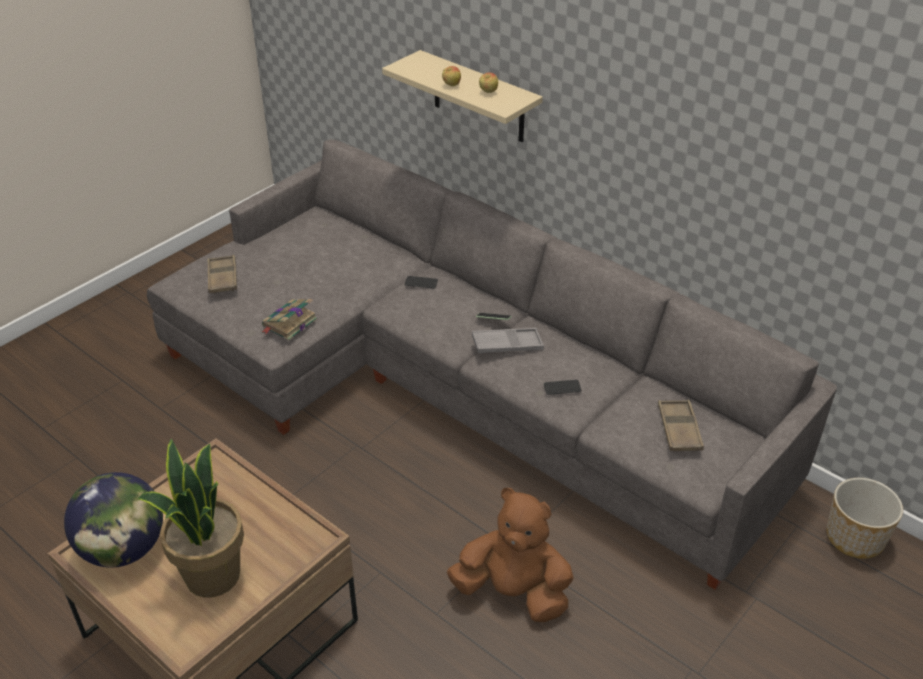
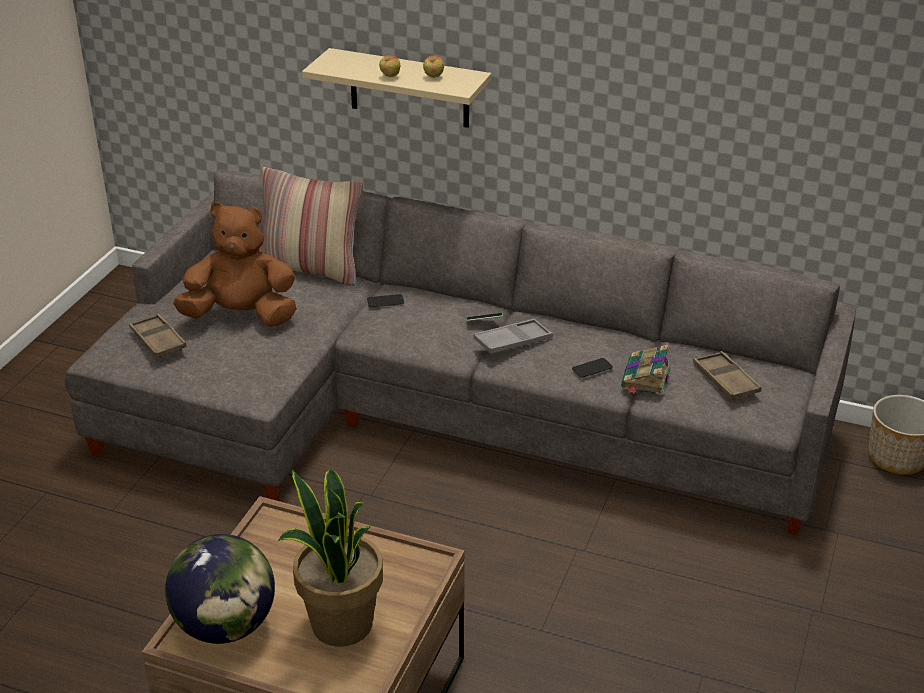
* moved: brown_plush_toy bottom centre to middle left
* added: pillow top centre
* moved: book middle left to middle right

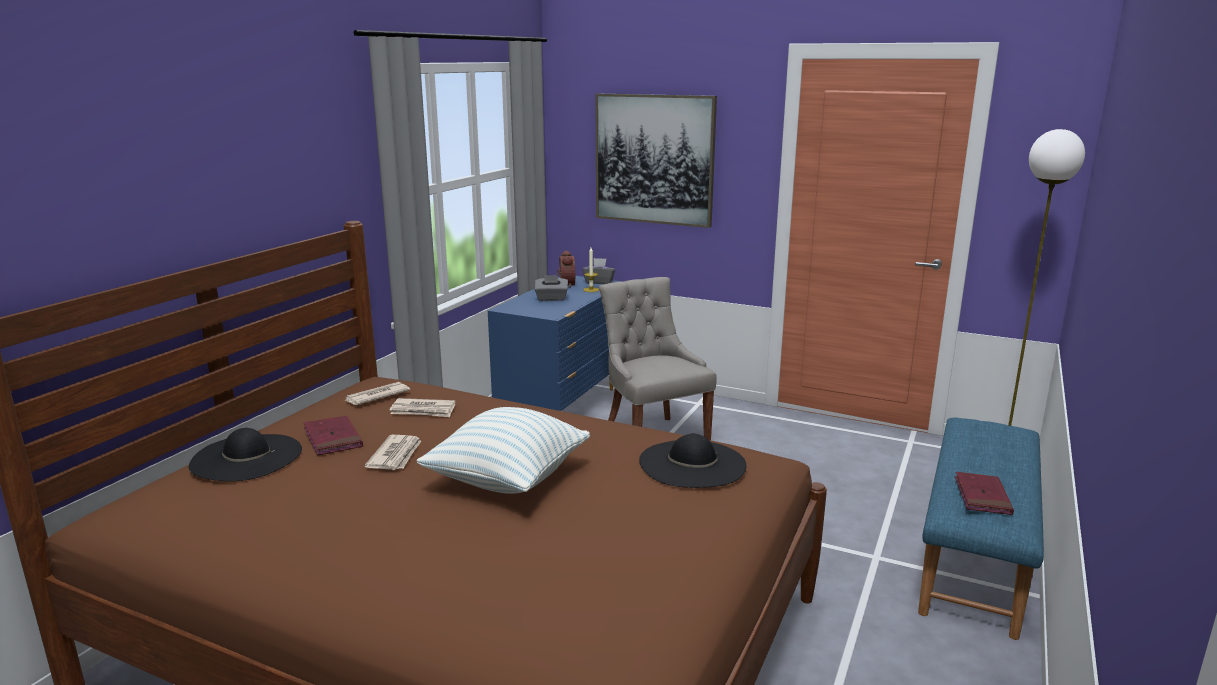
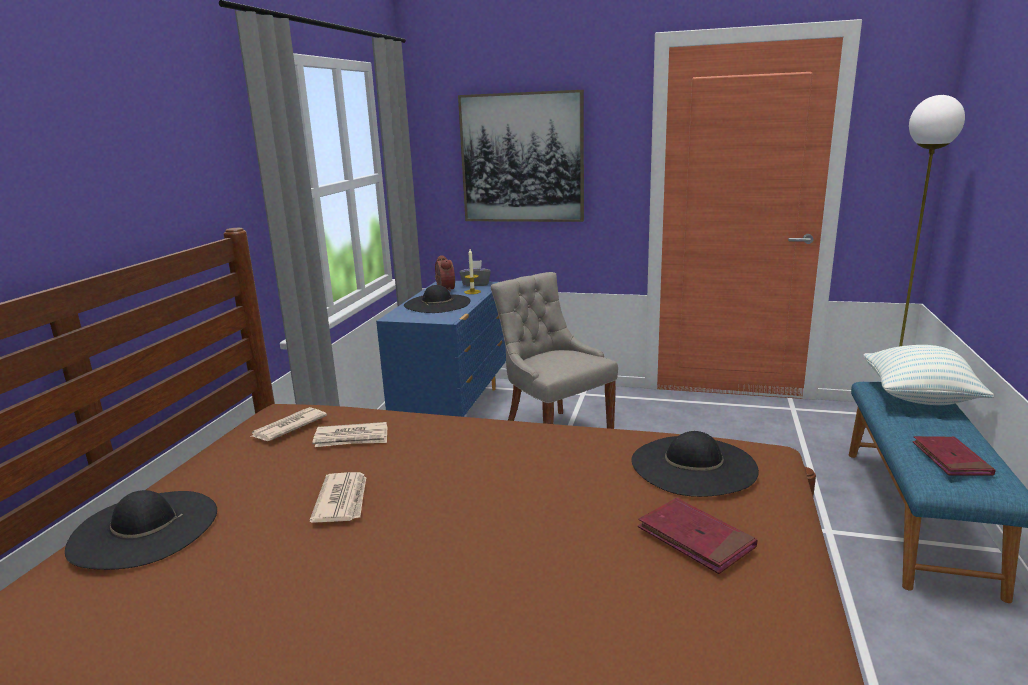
* replaced: grey_tissue_box (1st from left) centre to black_hat (2nd from left) centre
* moved: red_book (1st from left) middle left to bottom right
* moved: pillow centre to middle right

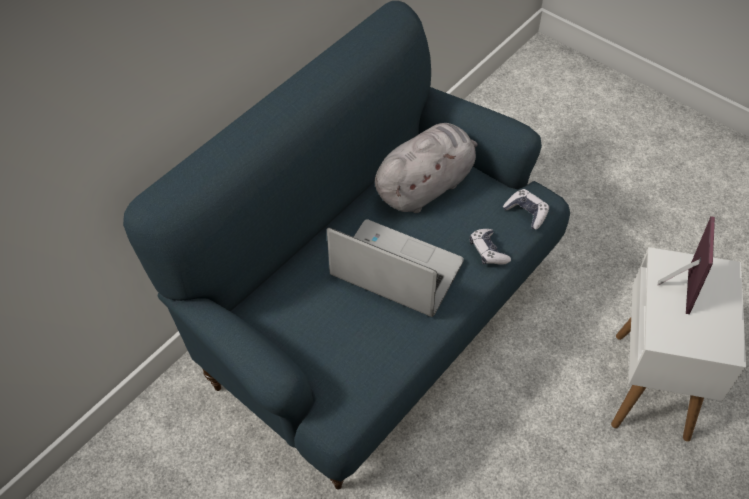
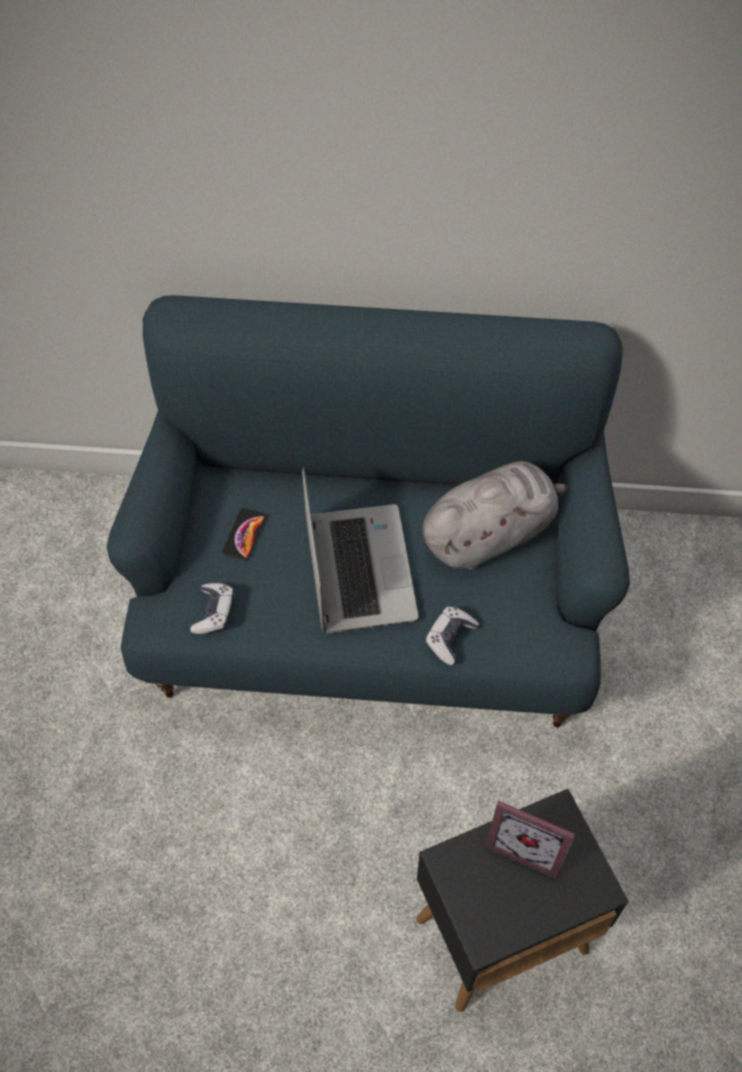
* moved: game_controller (2nd from left in the first image) middle right to game_controller (1st from left) middle left
* added: phone middle left
* recoloured: white_side_table bottom right to black_side_table bottom right
* turned: grey_plush_toy centre = middle right 45 degrees counterclockwise
* turned: picture_frame middle right = bottom right 45 degrees clockwise

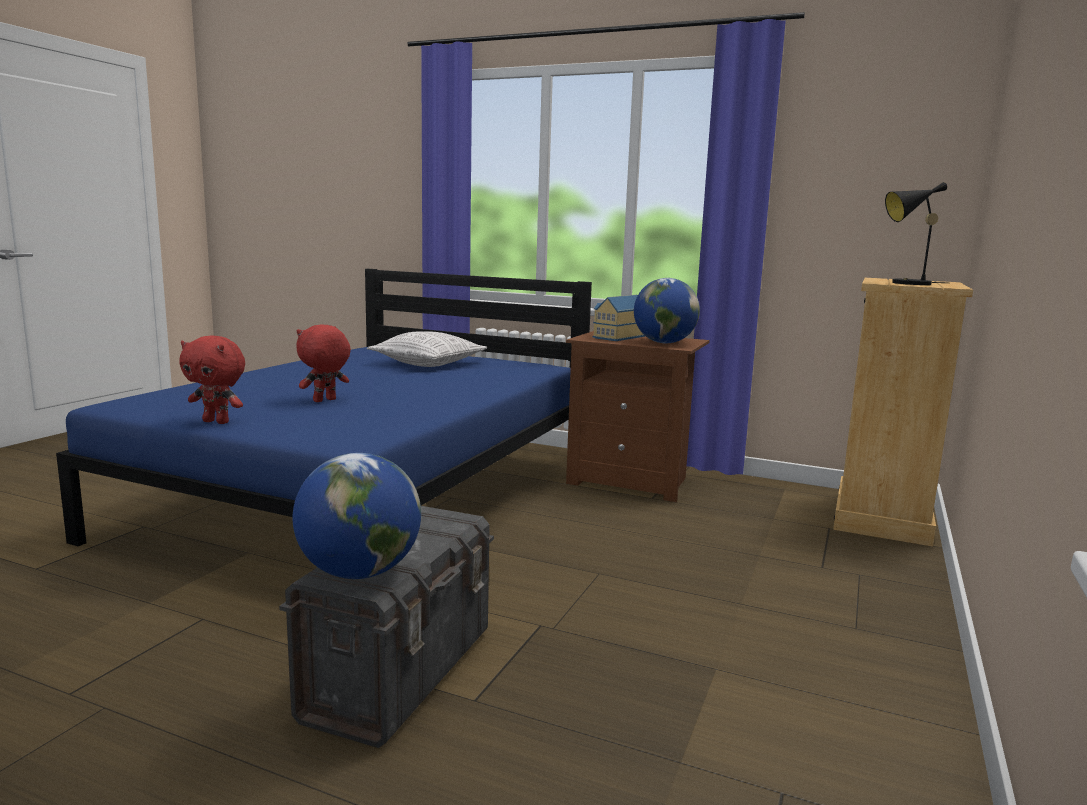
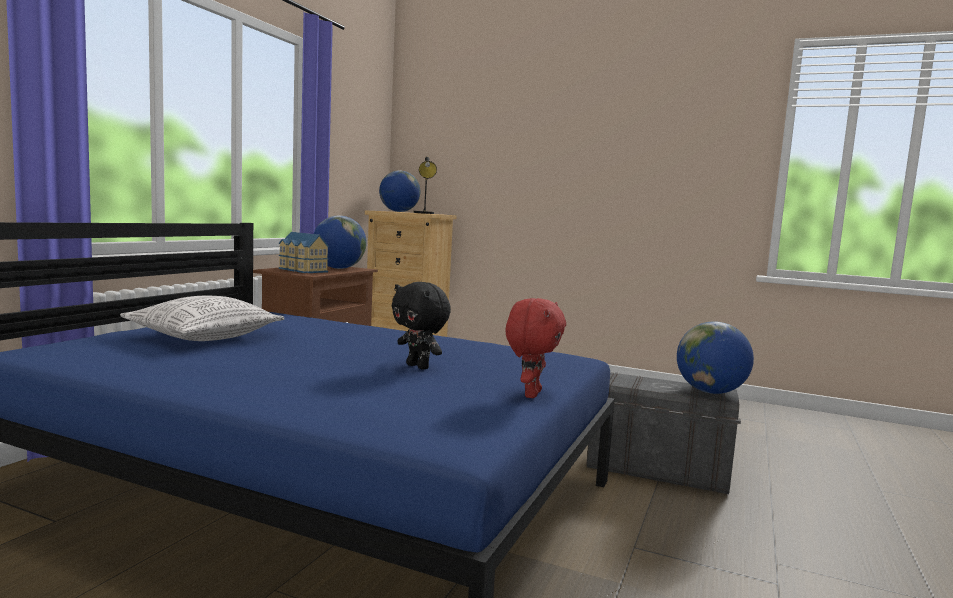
* added: globe (2nd from left) top centre
* recoloured: red_plush_toy (2nd from left) middle left to black_plush_toy centre

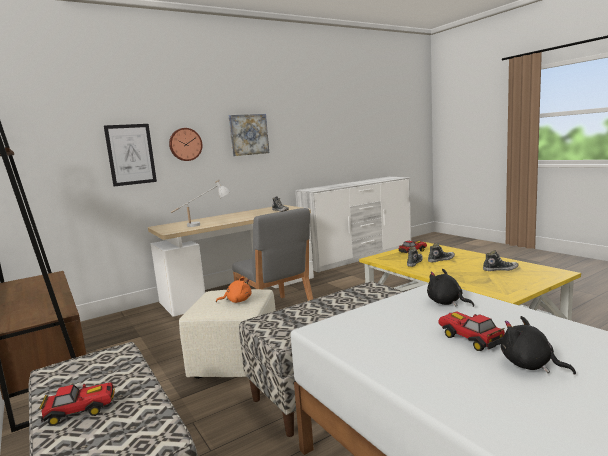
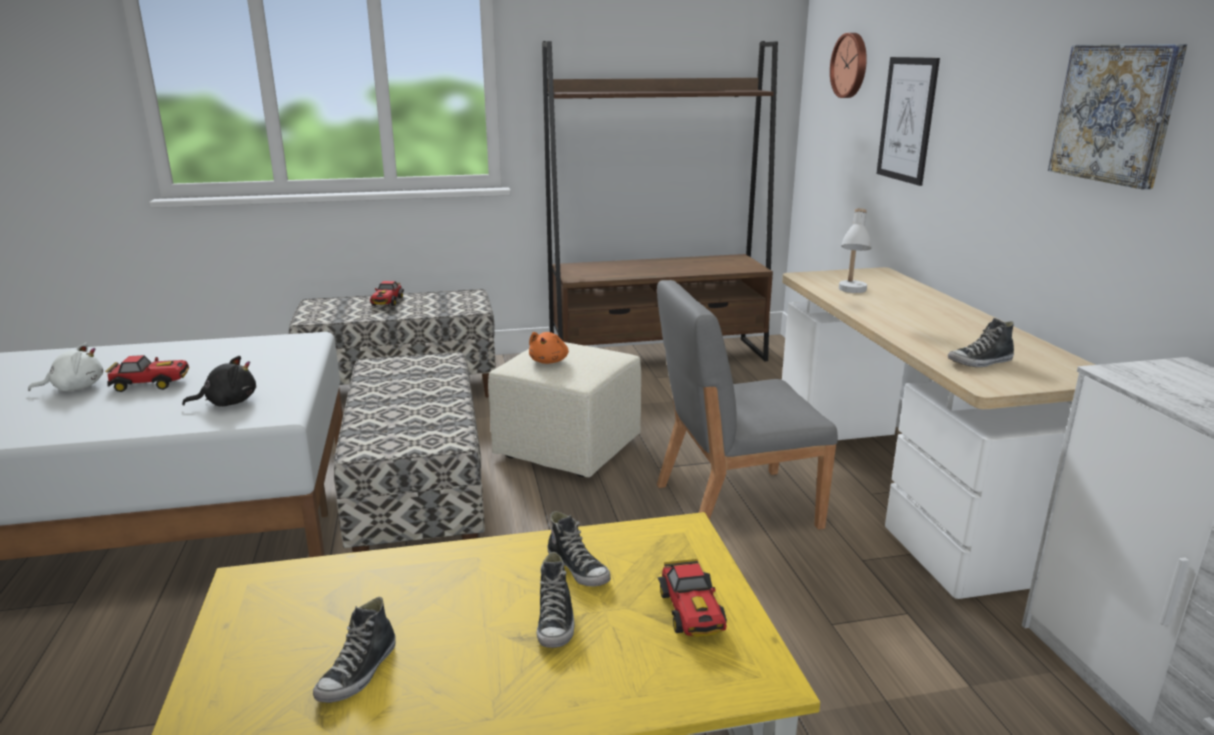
* recoloured: black_plush_toy (2nd from left) bottom right to white_plush_toy middle left
* moved: wall_clock top left to top right

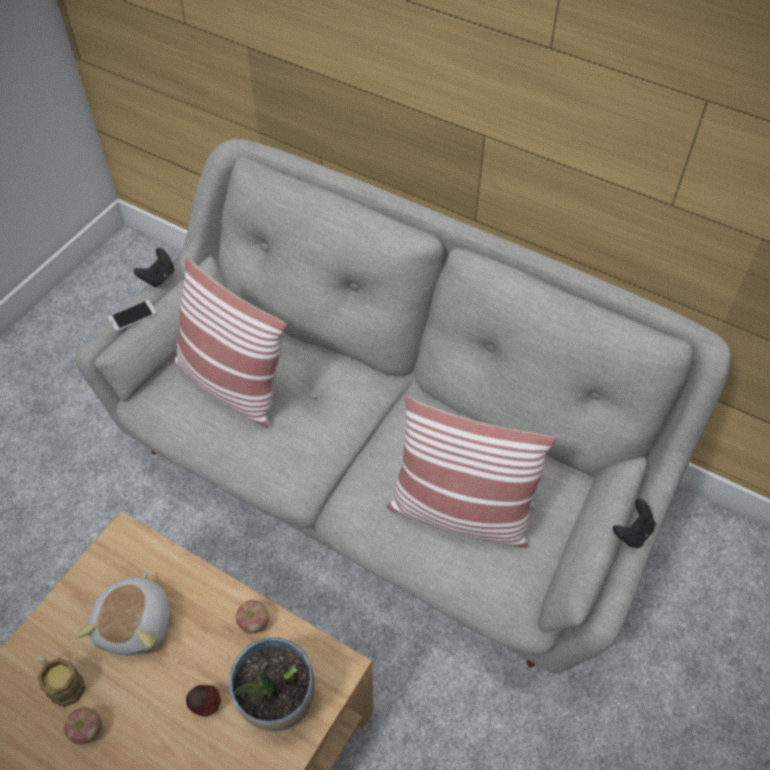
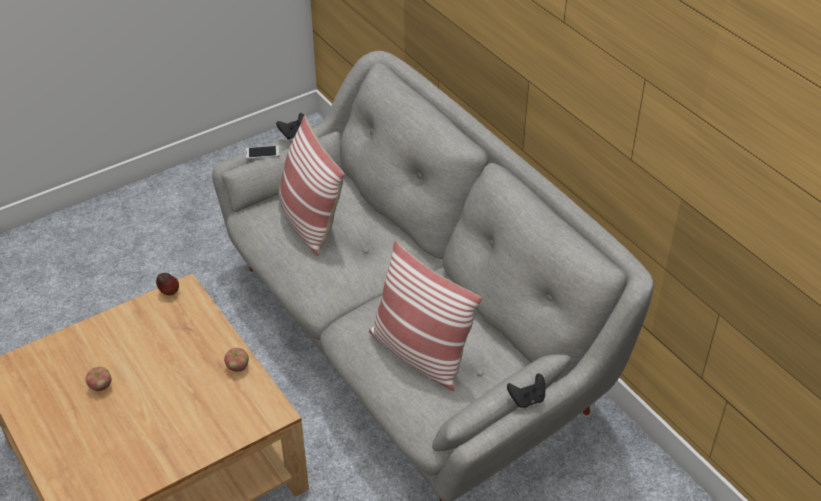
* moved: apple (2nd from left) bottom left to middle left
* removed: mug bottom left
* removed: plush_toy bottom left
* removed: potted_plant bottom centre

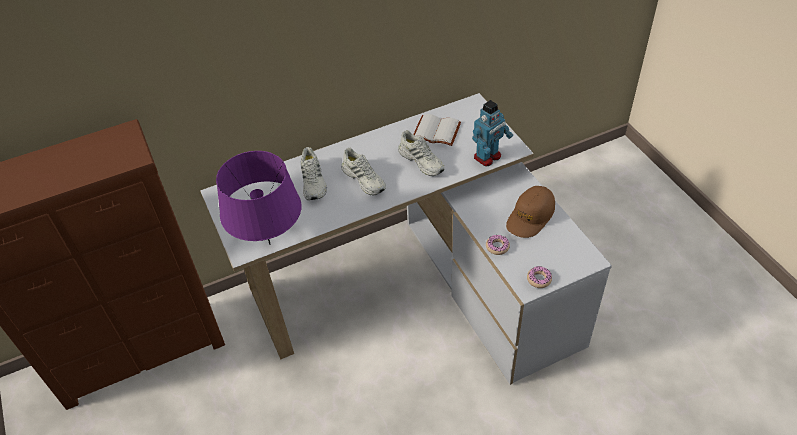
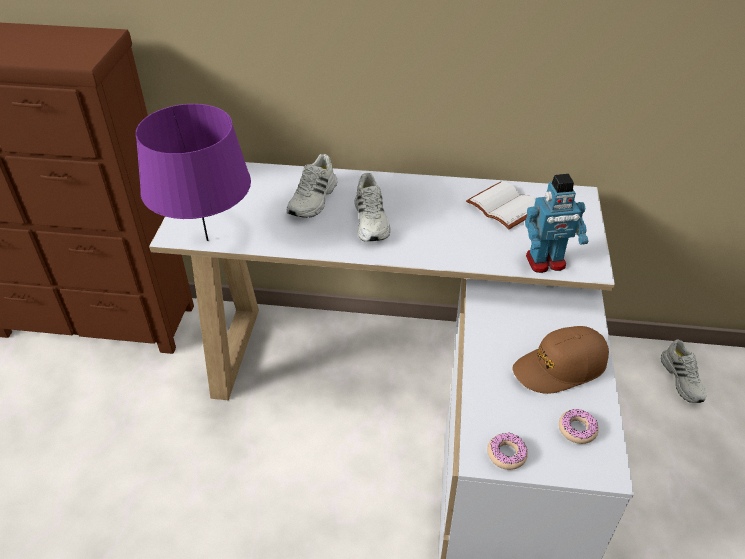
* moved: donut (1st from left in the first image) centre to donut (2nd from left) bottom right
* moved: white_shoe (3rd from left) centre to middle right

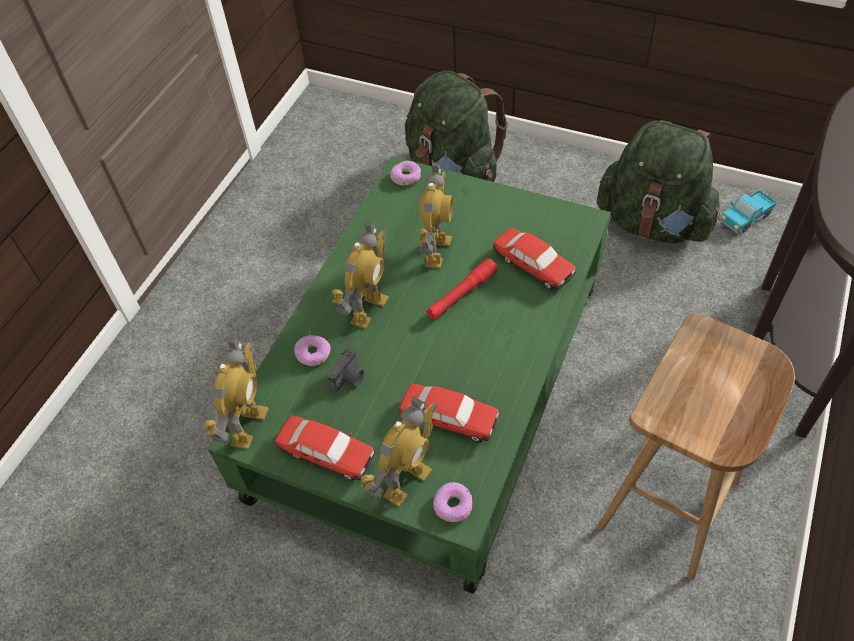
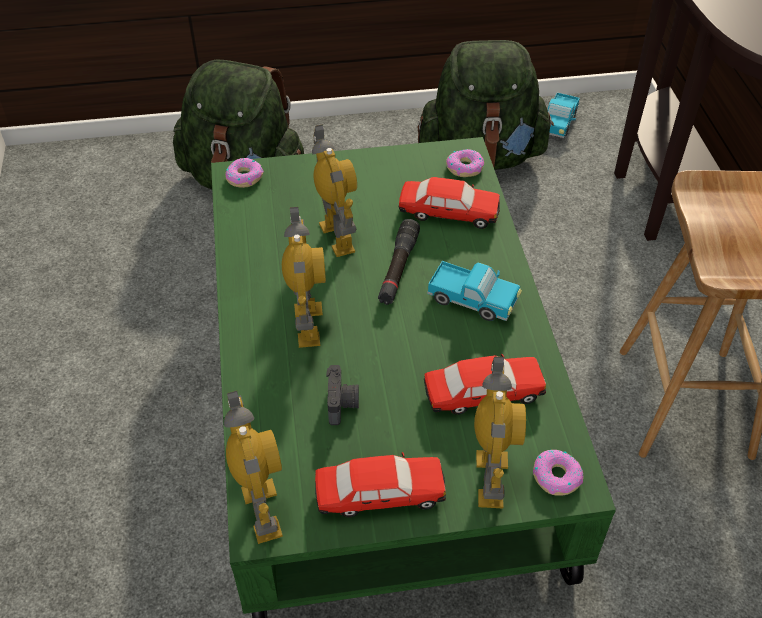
* recoloured: red_flashlight centre to black_flashlight centre
* added: toy_truck (1st from left) centre
* moved: donut (1st from left in the first image) centre to donut (2nd from left) top centre

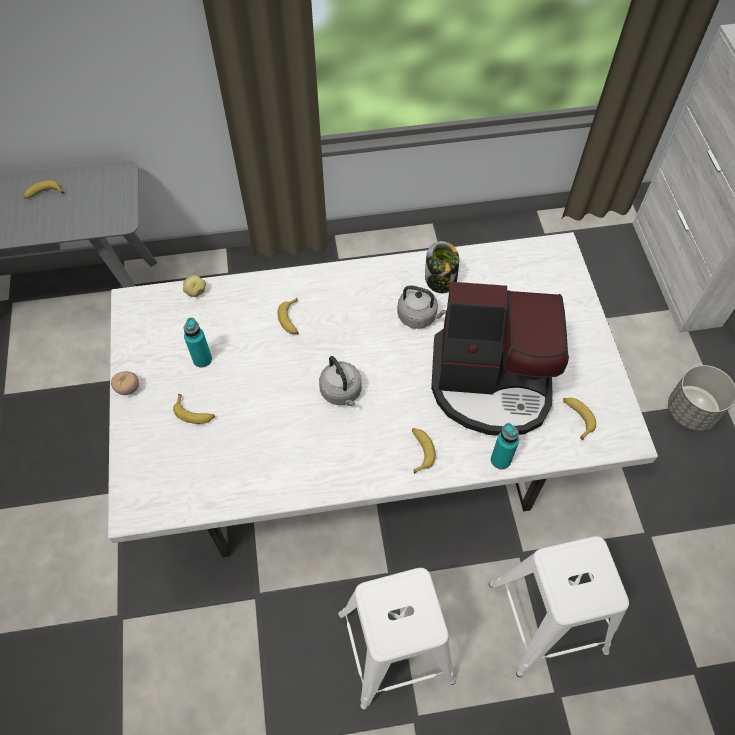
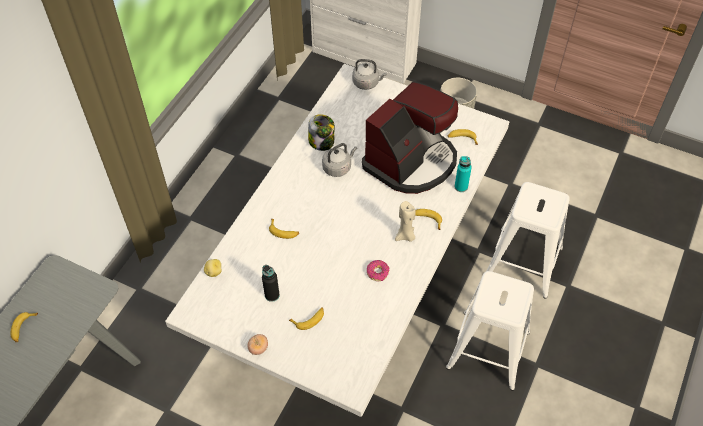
* recoloured: turquoise_bottle (1st from left) middle left to black_bottle centre
* moved: grey_kettle (1st from left in the first image) centre to grey_kettle (2nd from left) top centre
* added: donut centre
* added: beige_candle centre

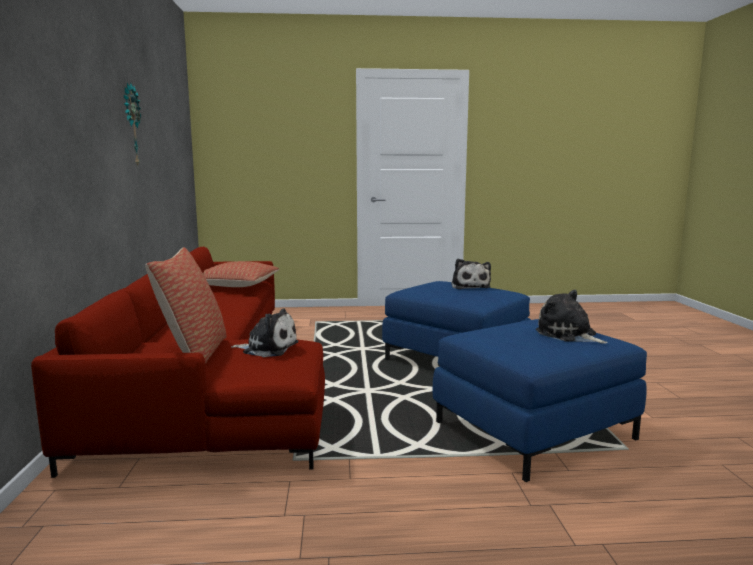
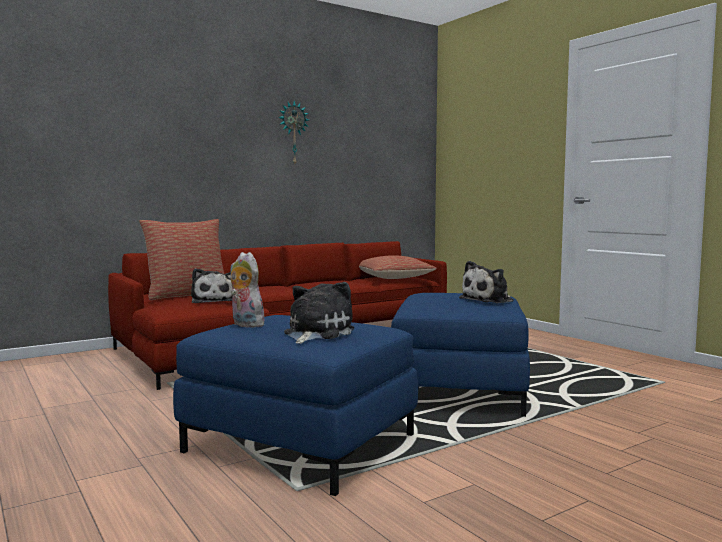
* added: plush_toy (2nd from left) centre

